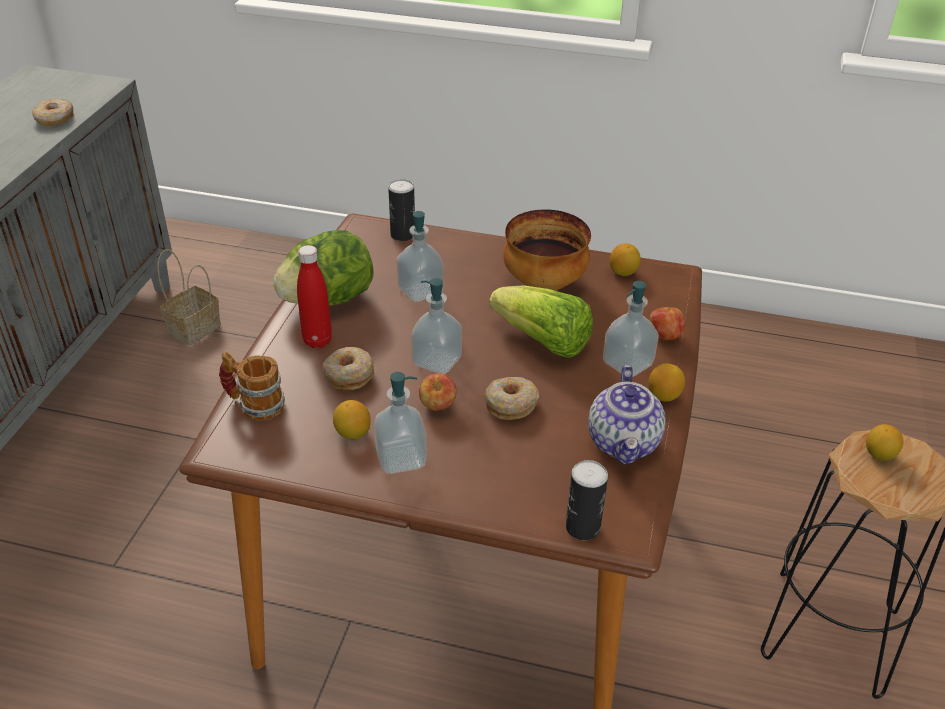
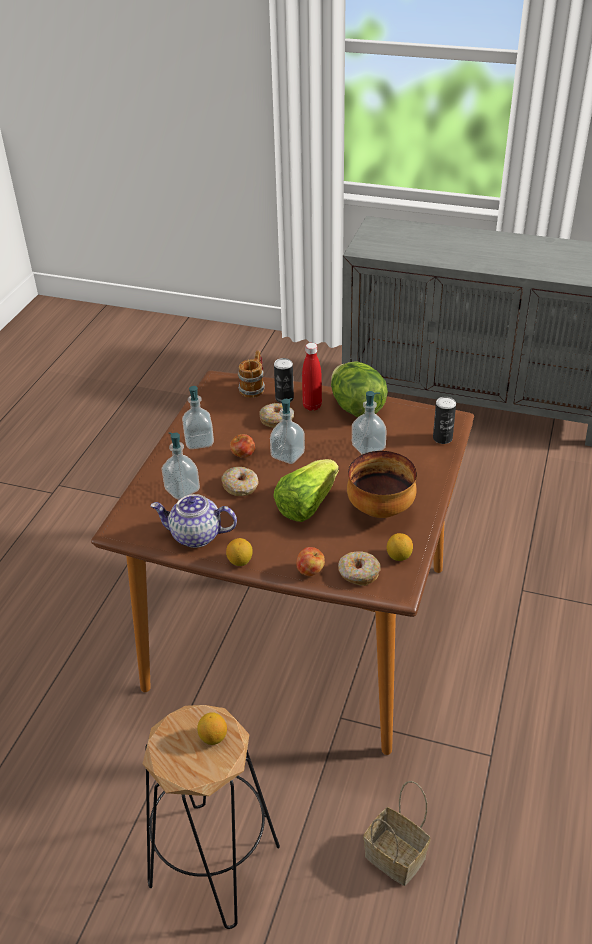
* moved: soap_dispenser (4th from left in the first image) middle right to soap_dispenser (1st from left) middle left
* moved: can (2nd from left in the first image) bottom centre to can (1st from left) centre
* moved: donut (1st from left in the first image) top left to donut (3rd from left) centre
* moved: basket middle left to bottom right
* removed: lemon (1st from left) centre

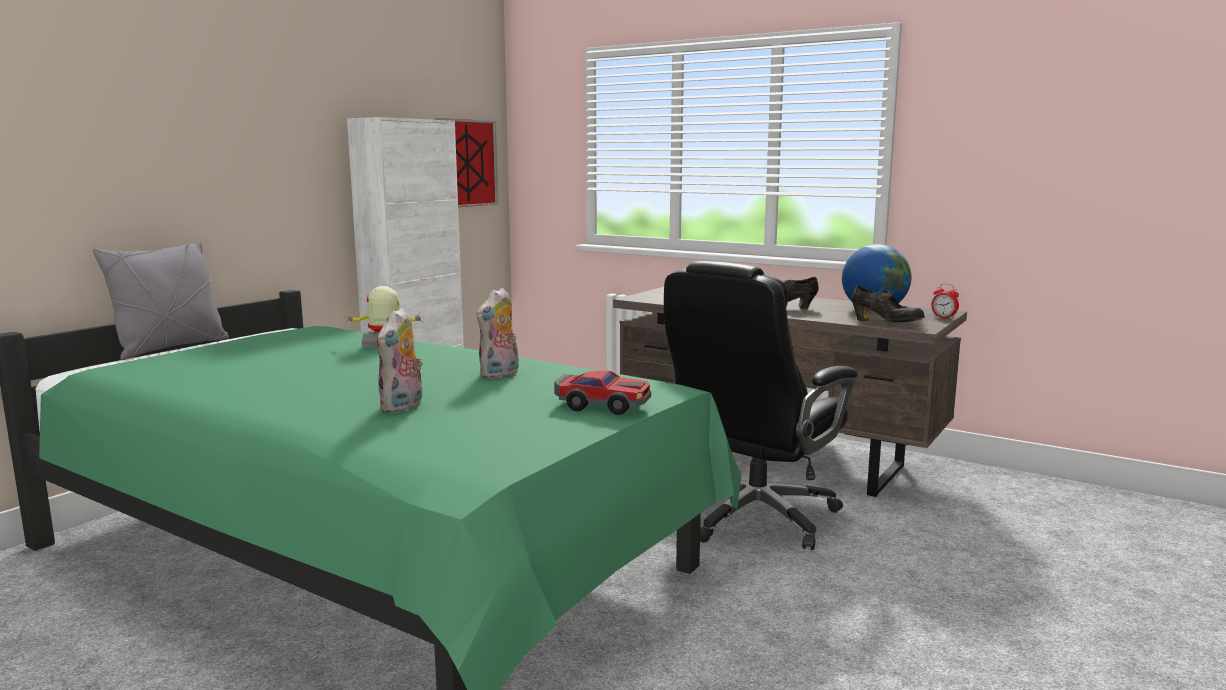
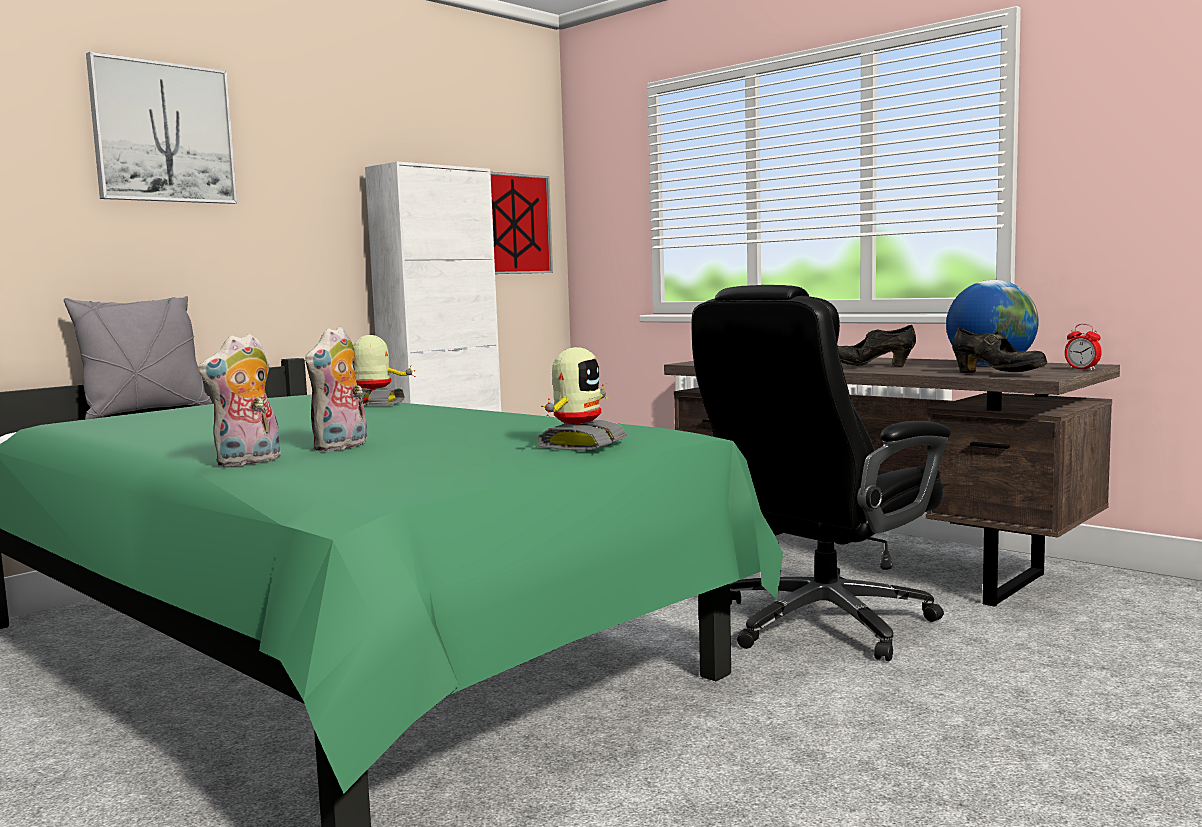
* added: picture (1st from left) top left
* moved: plush_toy (2nd from left in the first image) centre to plush_toy (1st from left) middle left
* replaced: toy_car centre to toy_robot (2nd from left) centre

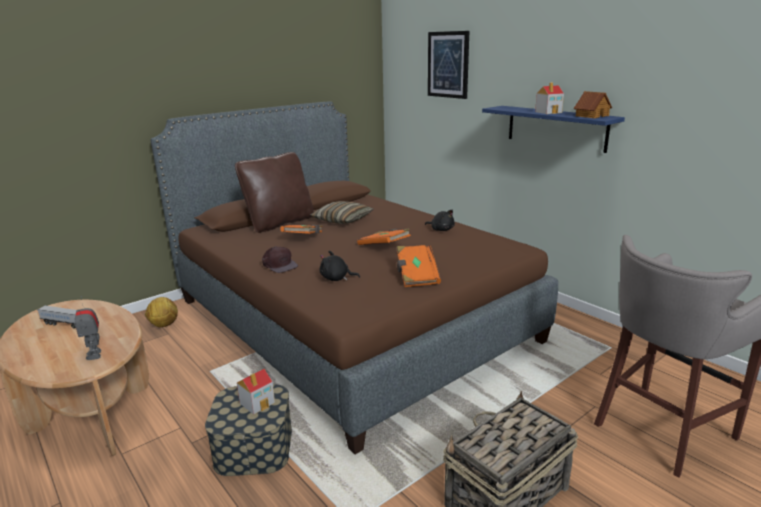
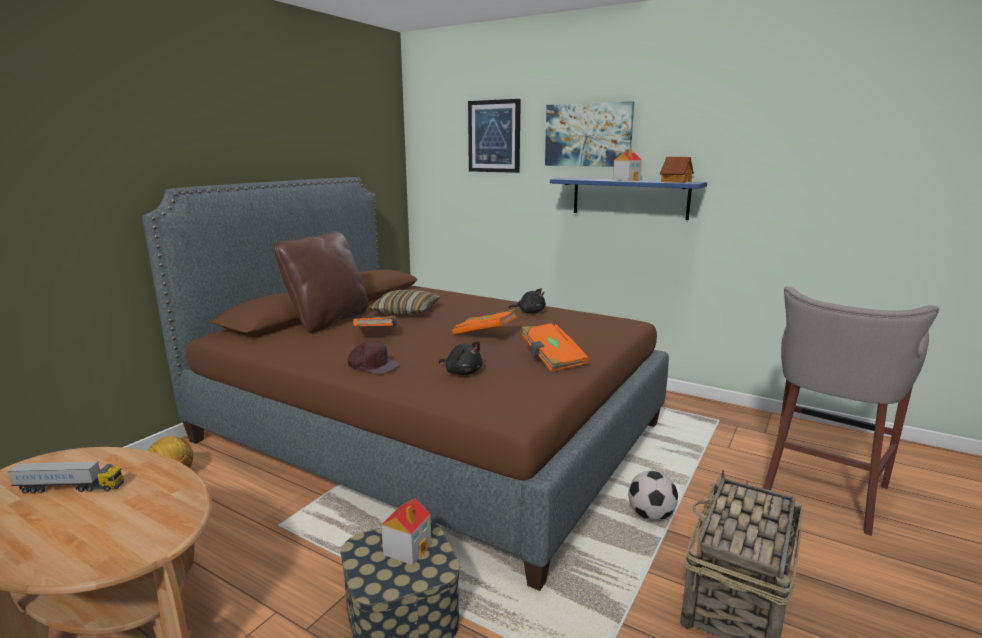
* turned: black_plush_toy (1st from left) centre = centre 135 degrees counterclockwise
* added: picture (2nd from left) top centre
* added: football (2nd from left) bottom centre
* removed: toy_robot middle left

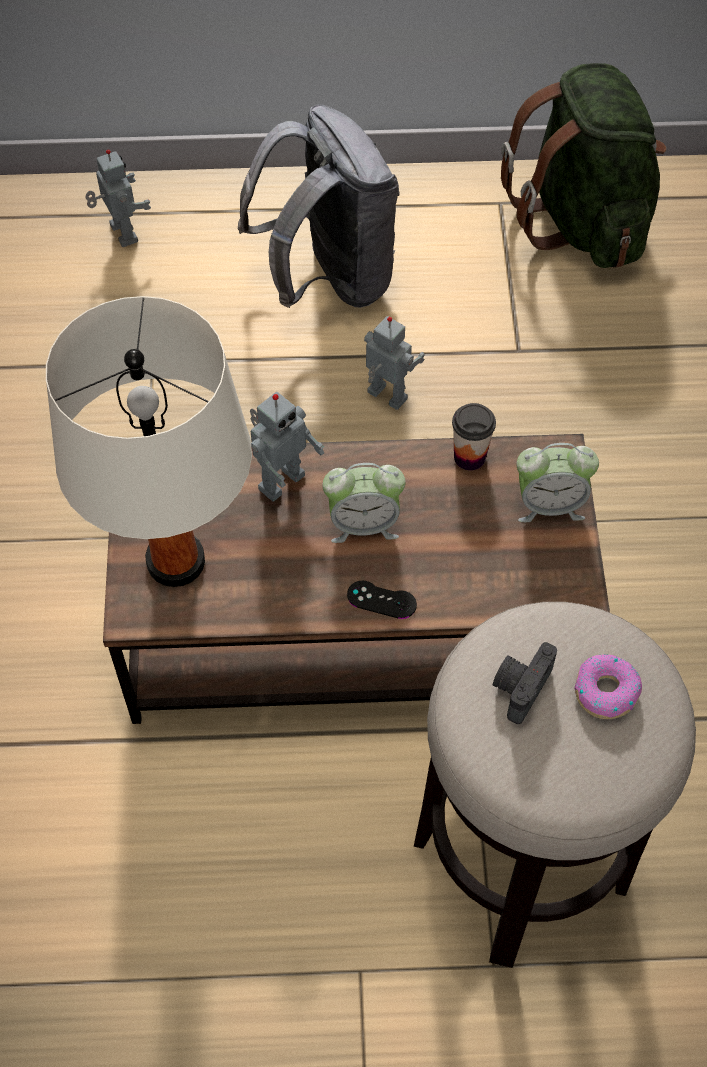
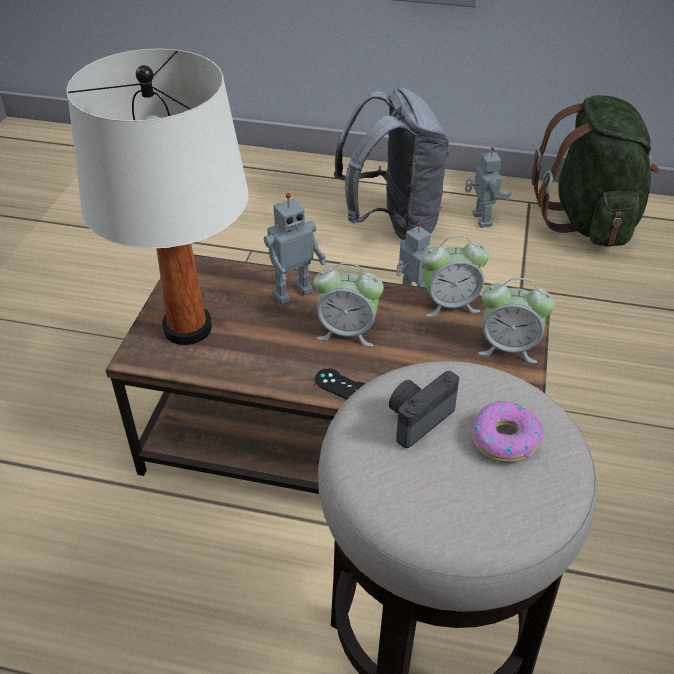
* replaced: cup middle right to alarm_clock (2nd from left) middle right
* moved: toy_robot (1st from left in the first image) top left to toy_robot (3rd from left) top right

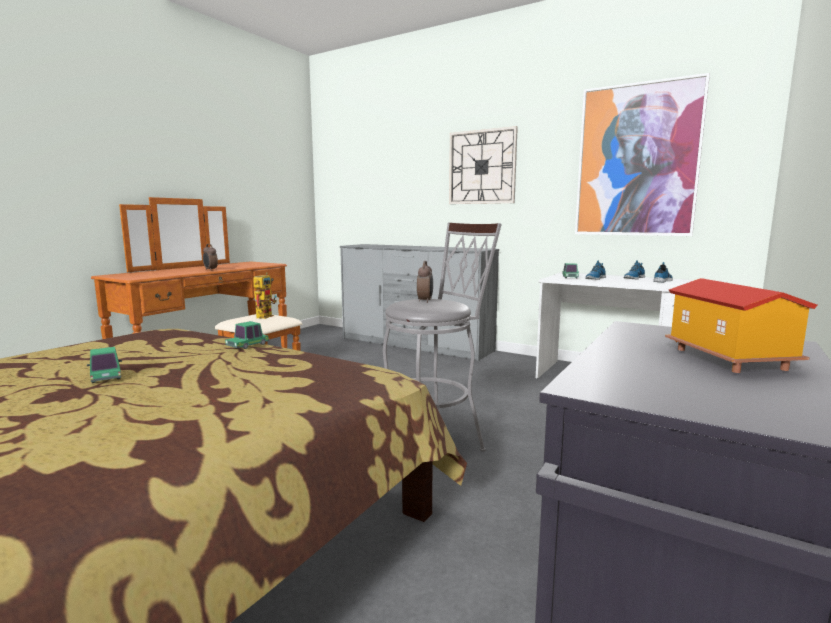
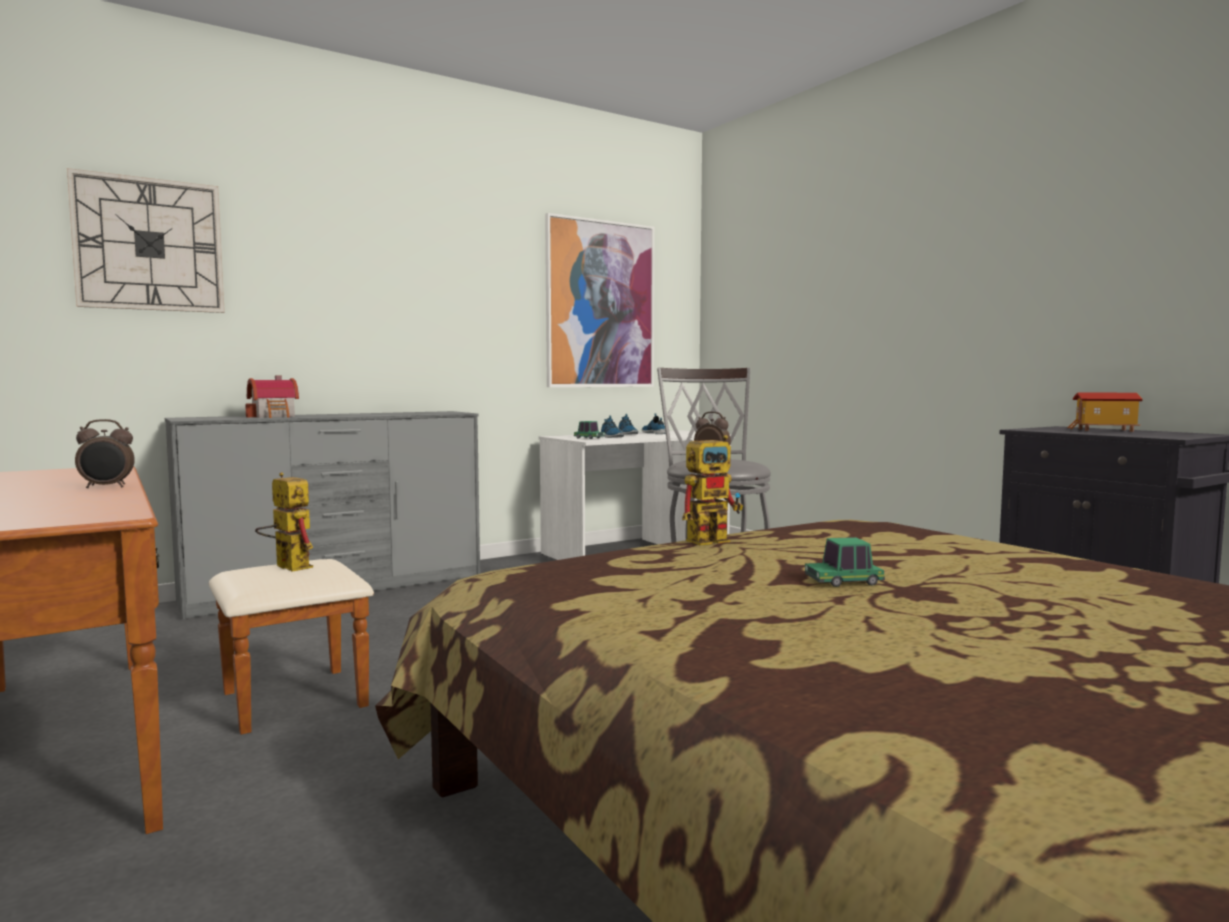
* moved: wall_clock top centre to top left
* added: toy_house (1st from left) middle left
* replaced: toy_car (2nd from left) middle left to toy_robot (2nd from left) centre

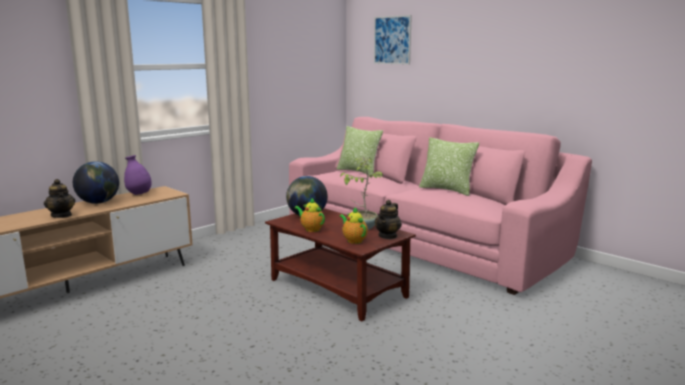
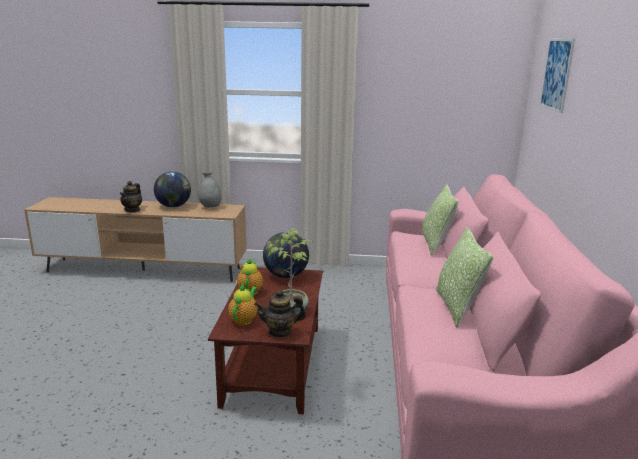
* recoloured: purple_vase middle left to grey_vase middle left

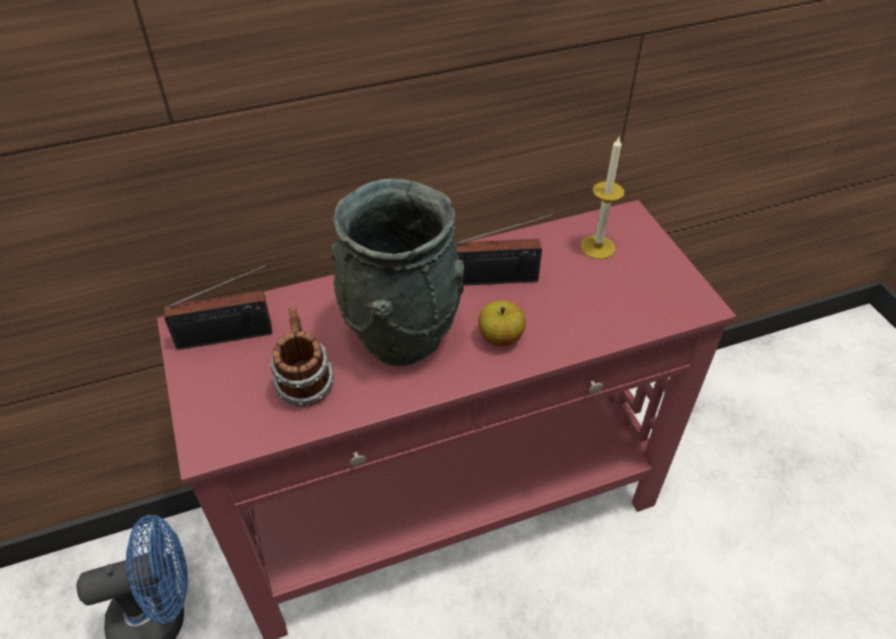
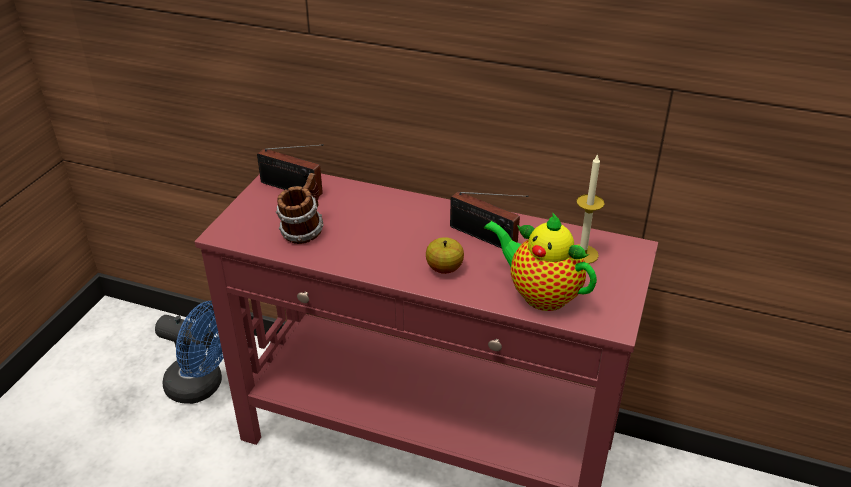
* added: teapot centre
* removed: grey_vase centre

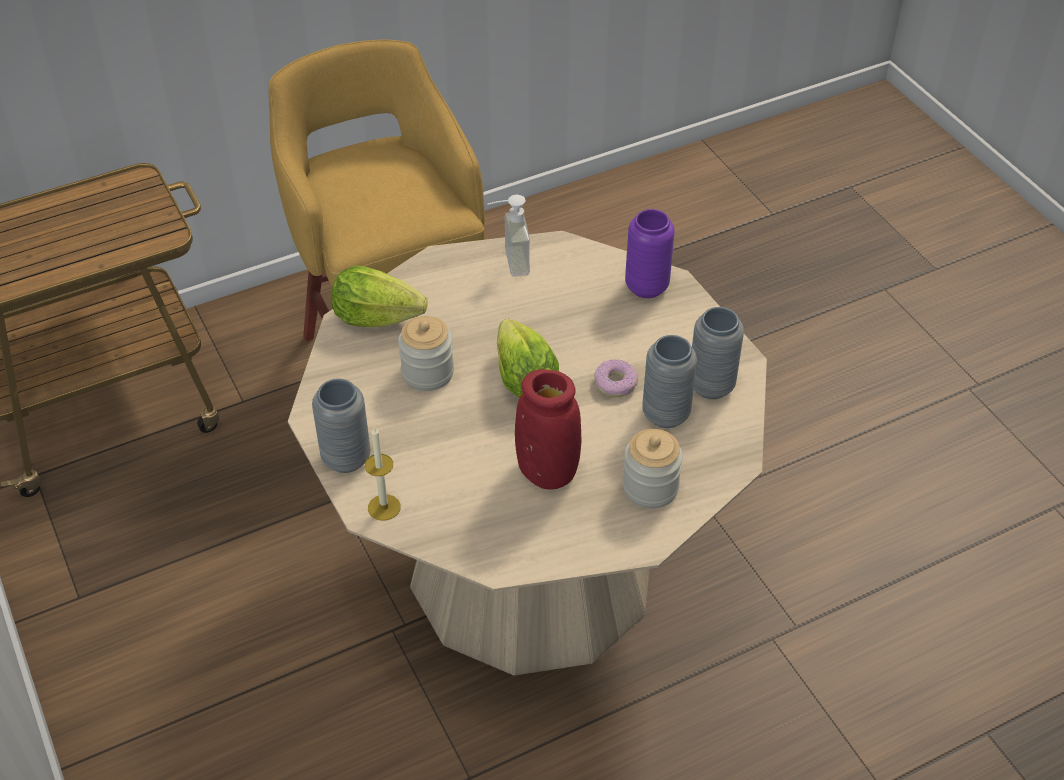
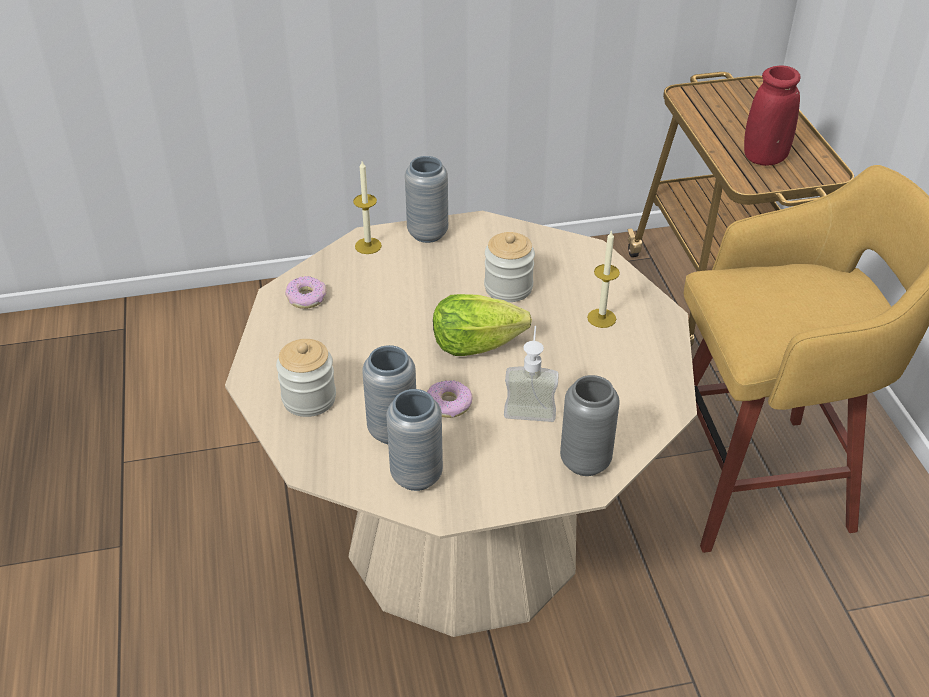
* added: donut (1st from left) middle left
* moved: soap_dispenser top centre to centre
* recoloured: purple_vase top centre to grey_vase (4th from left) centre
* added: candle (2nd from left) centre
* moved: red_vase centre to top right
* removed: lettuce (1st from left) centre

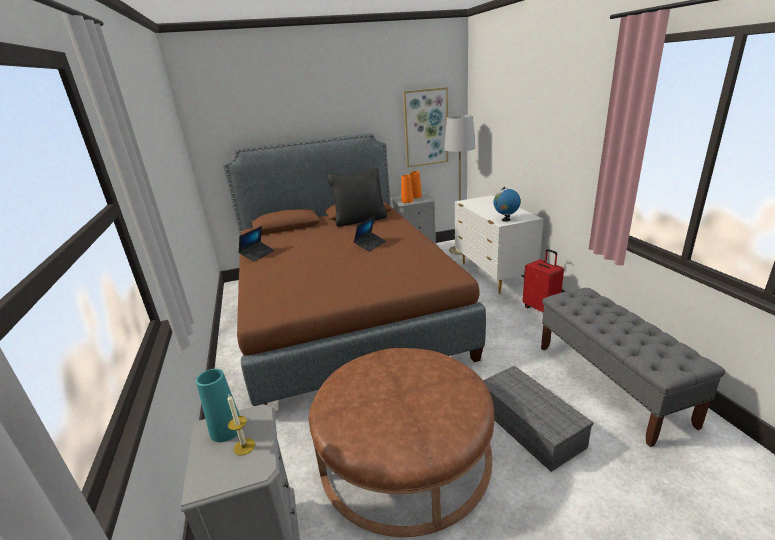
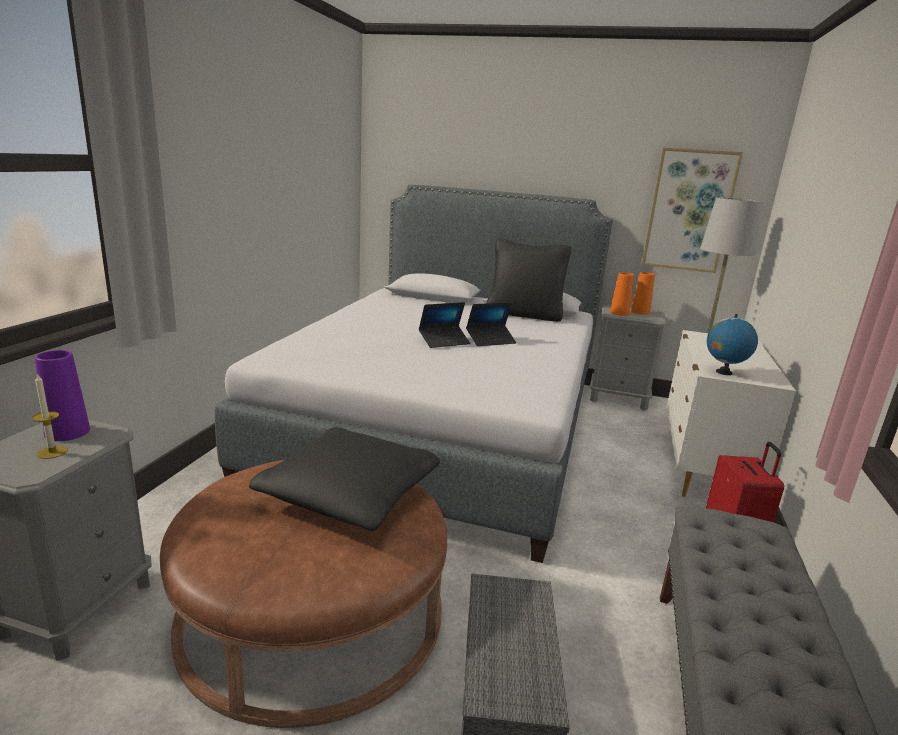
* recoloured: turquoise_vase bottom left to purple_vase middle left
* recoloured: brown_bed centre to grey_bed centre
* added: black_pillow (1st from left) centre
* moved: laptop (1st from left) middle left to centre

